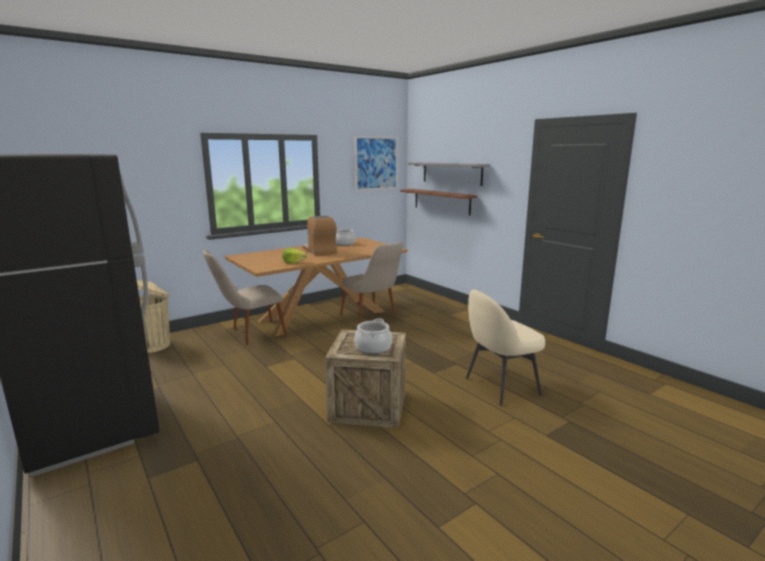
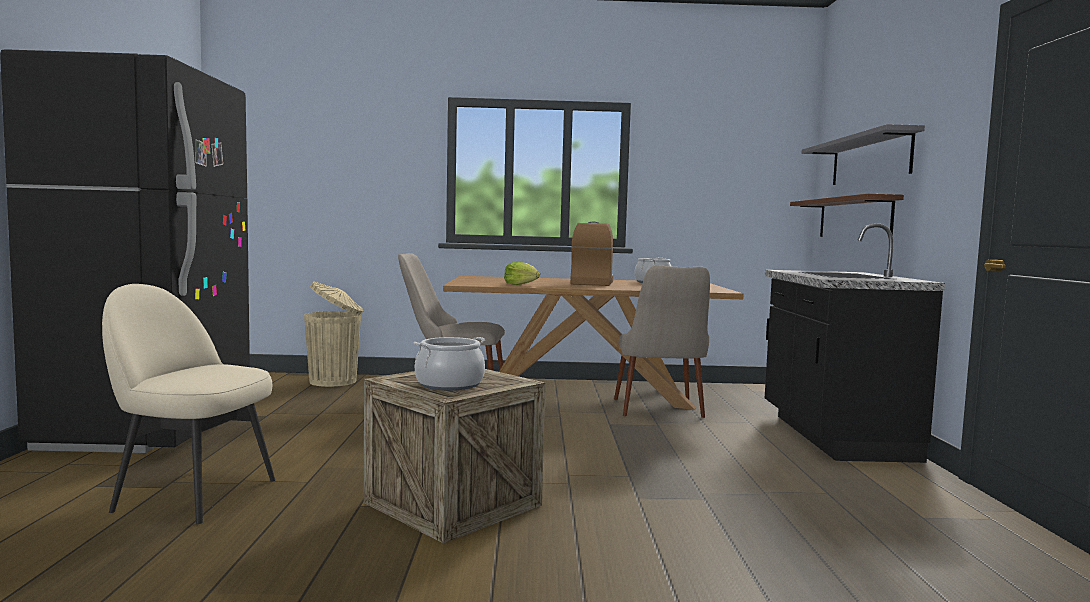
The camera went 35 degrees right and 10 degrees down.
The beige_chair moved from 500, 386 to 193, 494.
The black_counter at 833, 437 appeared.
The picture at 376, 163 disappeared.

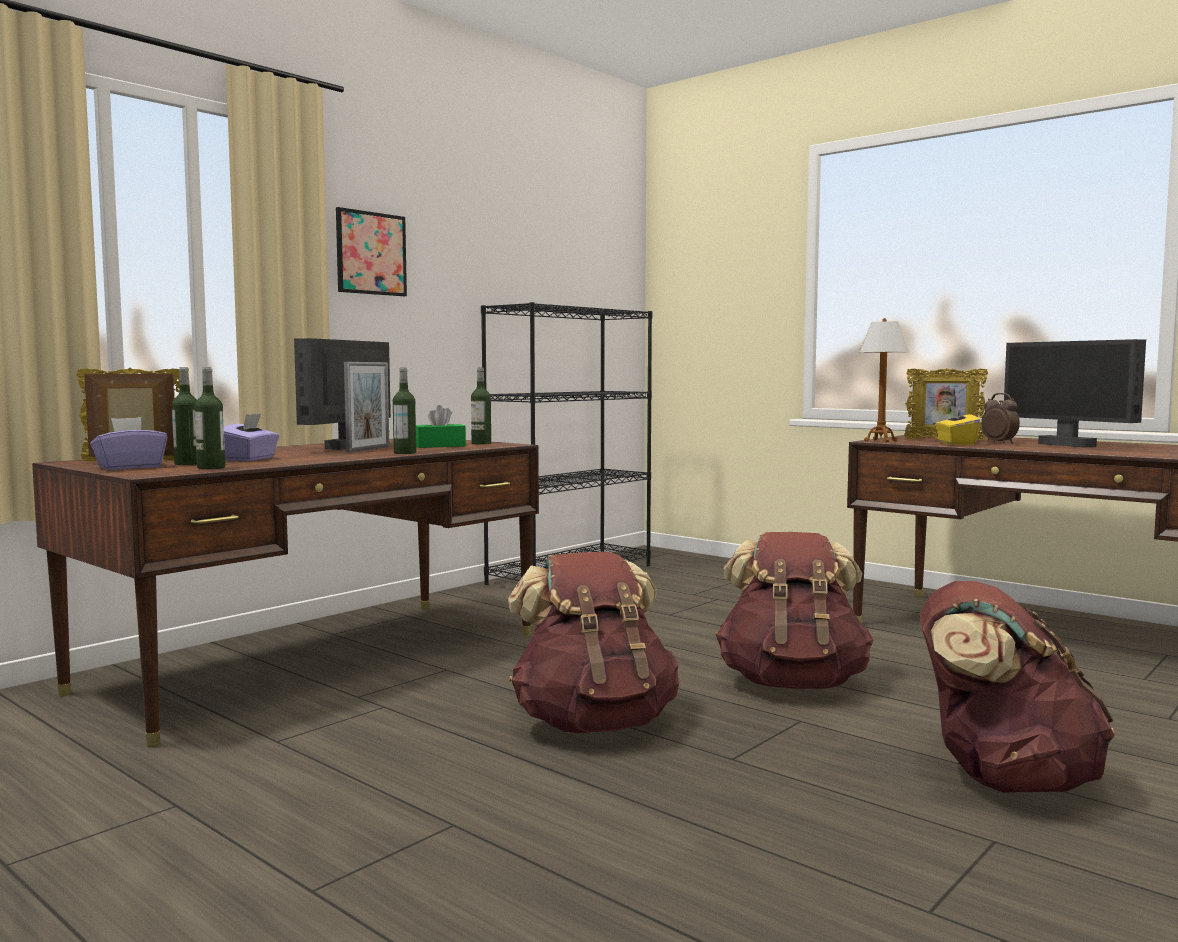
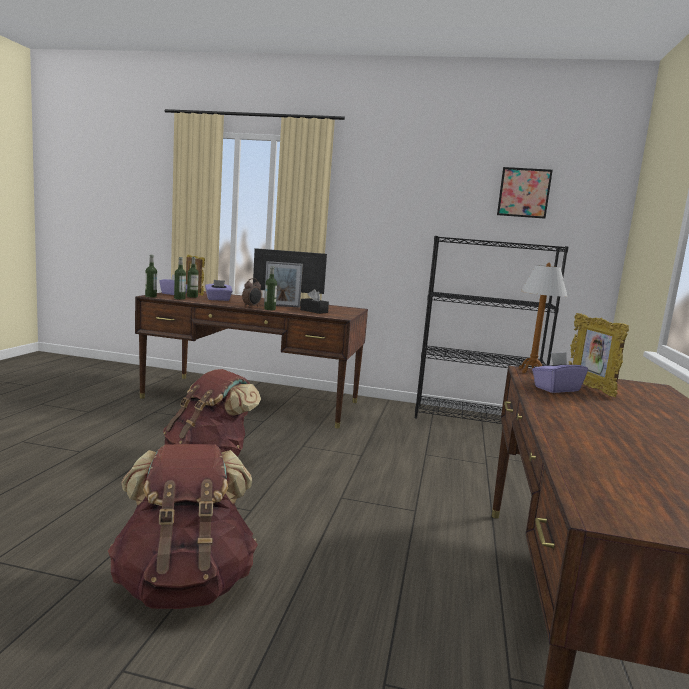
The camera went 60 degrees right and 5 degrees up.
The bottle moved from 481, 443 to 151, 296.
The alarm_clock moved from 999, 443 to 251, 306.
The green_tissue_box at 439, 446 became the black_tissue_box at 314, 311.
The picture moved from 371, 253 to 524, 192.
The yellow_tissue_box at 956, 443 became the purple_tissue_box at 556, 389.
The brown_backpack at 792, 684 disappeared.
The monitor at 1068, 445 disappeared.

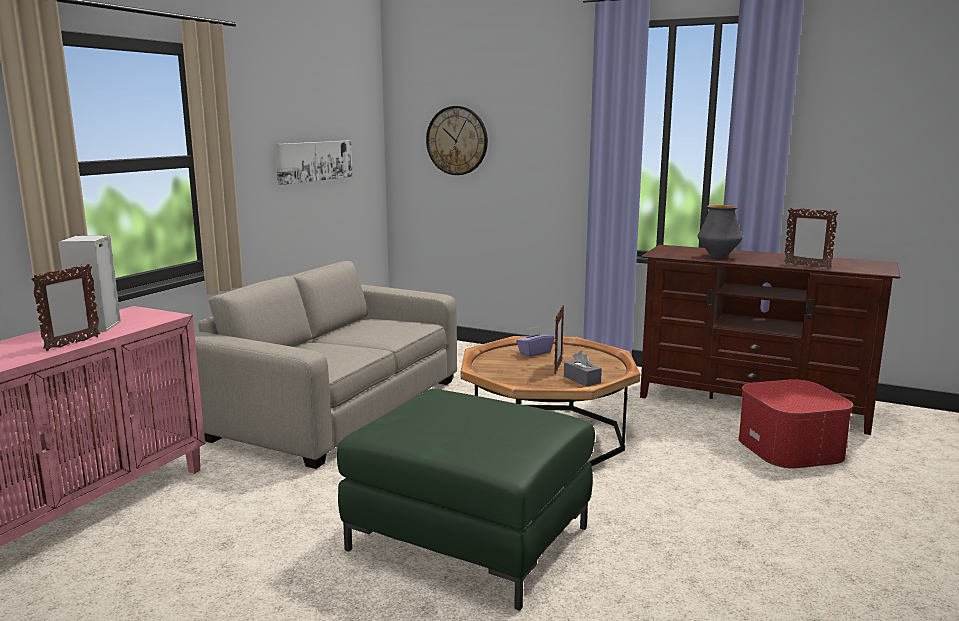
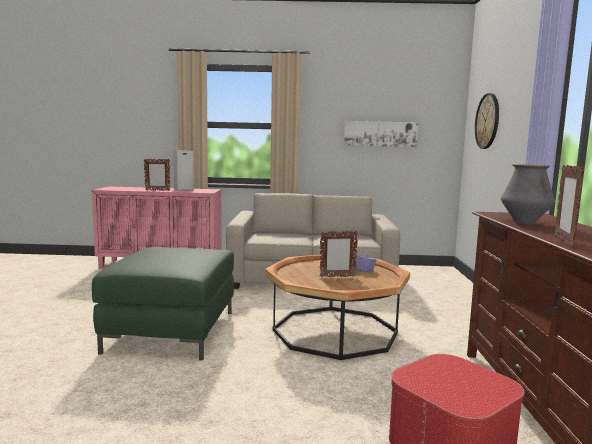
The camera went 65 degrees right and 5 degrees down.
The grey_tissue_box at 582, 379 disappeared.

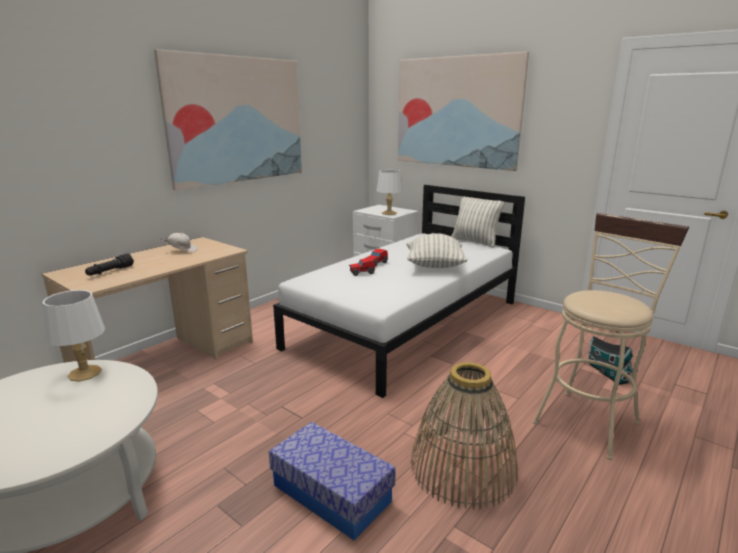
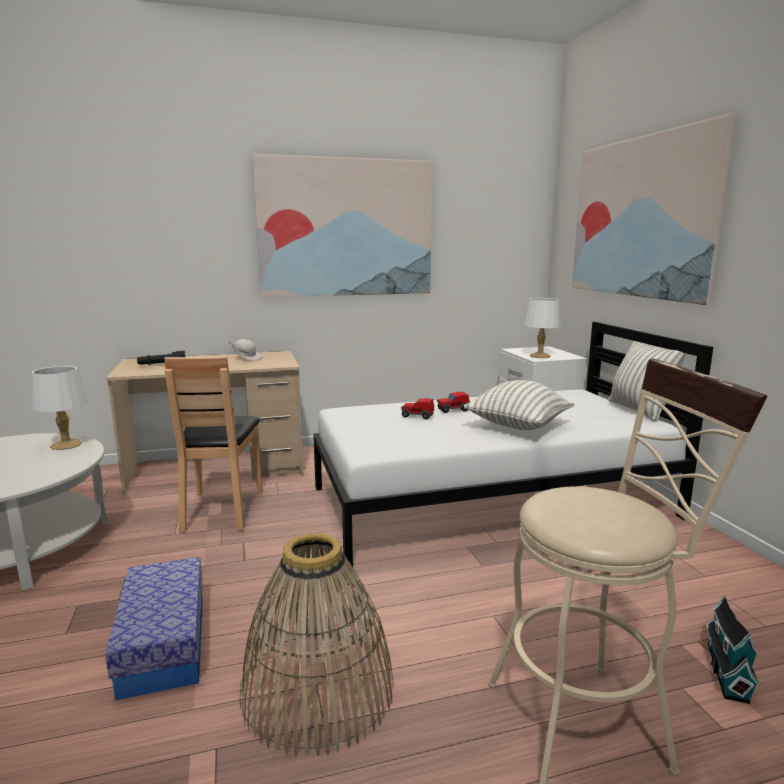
The camera went 35 degrees right and 5 degrees down.
The brown_chair at 222, 510 appeared.

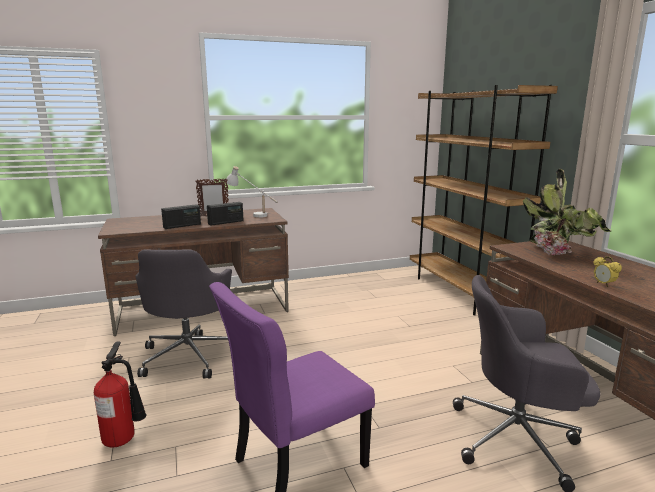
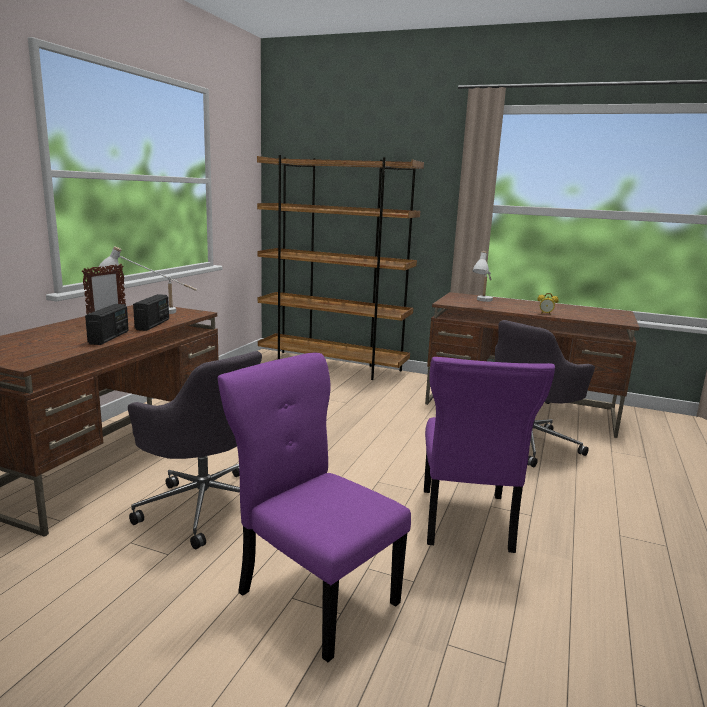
The camera went 50 degrees left and 0 degrees up.
The fire_extinguisher at 124, 439 was replaced by the purple_chair at 314, 594.
The potted_plant at 562, 254 was replaced by the white_table_lamp at 482, 302.

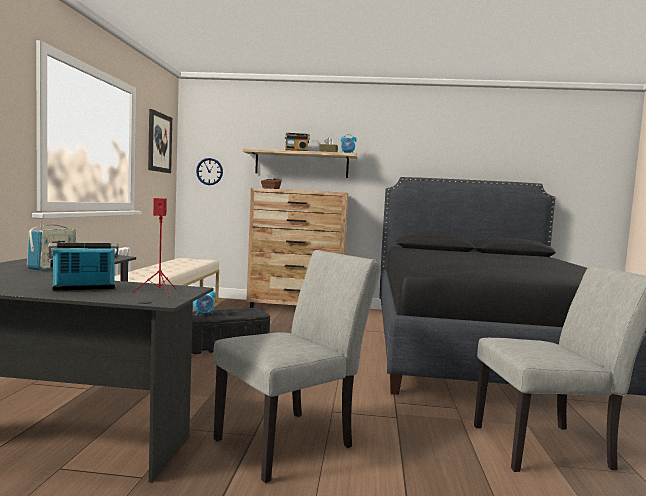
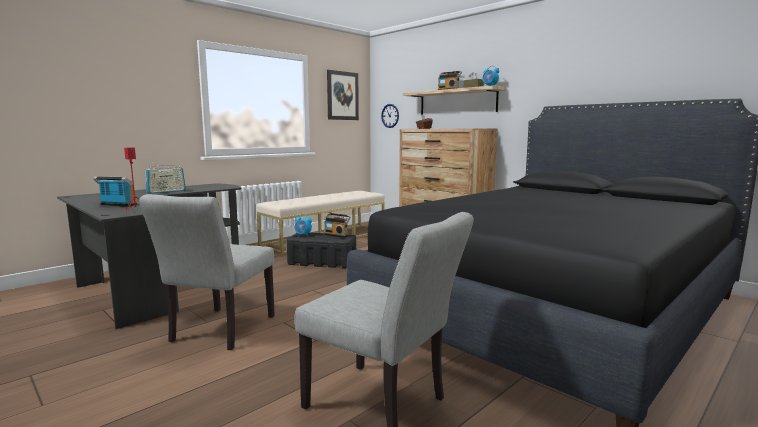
The camera went 40 degrees right and 5 degrees up.
The grey_chair at 292, 440 turned 105 degrees clockwise.
The radio at 337, 235 appeared.

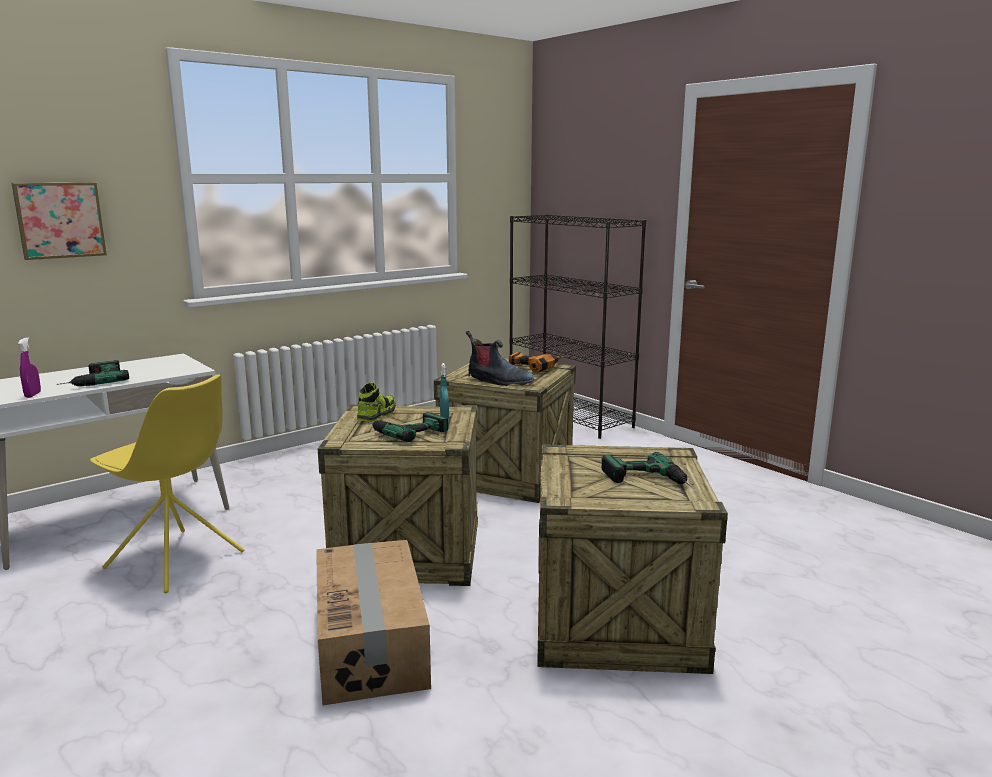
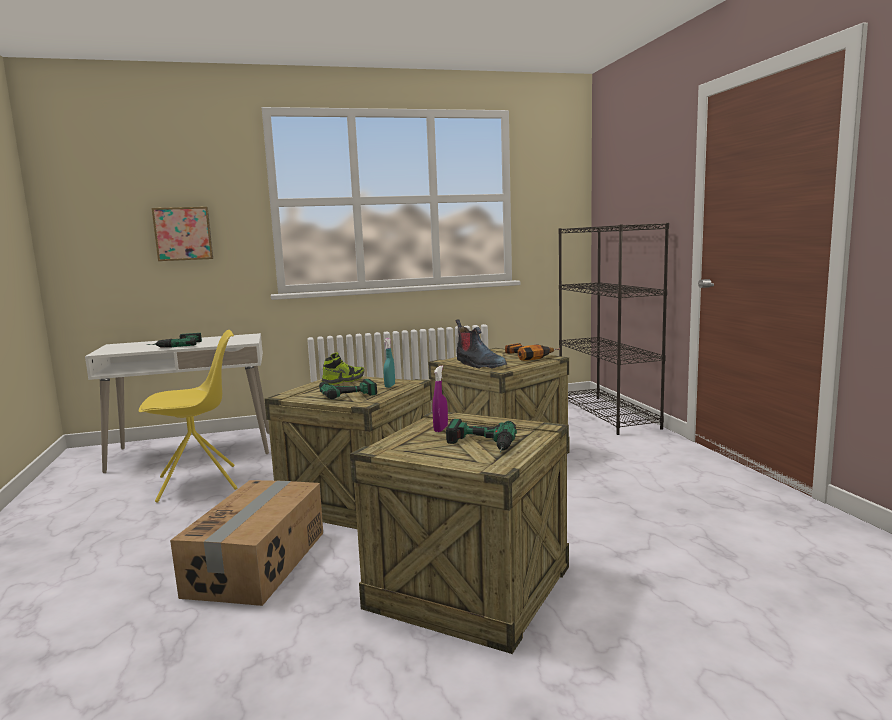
The camera went 25 degrees right and 5 degrees down.
The yellow_chair at 176, 561 turned 75 degrees counterclockwise.
The purple_spray_bottle moved from 33, 395 to 441, 429.

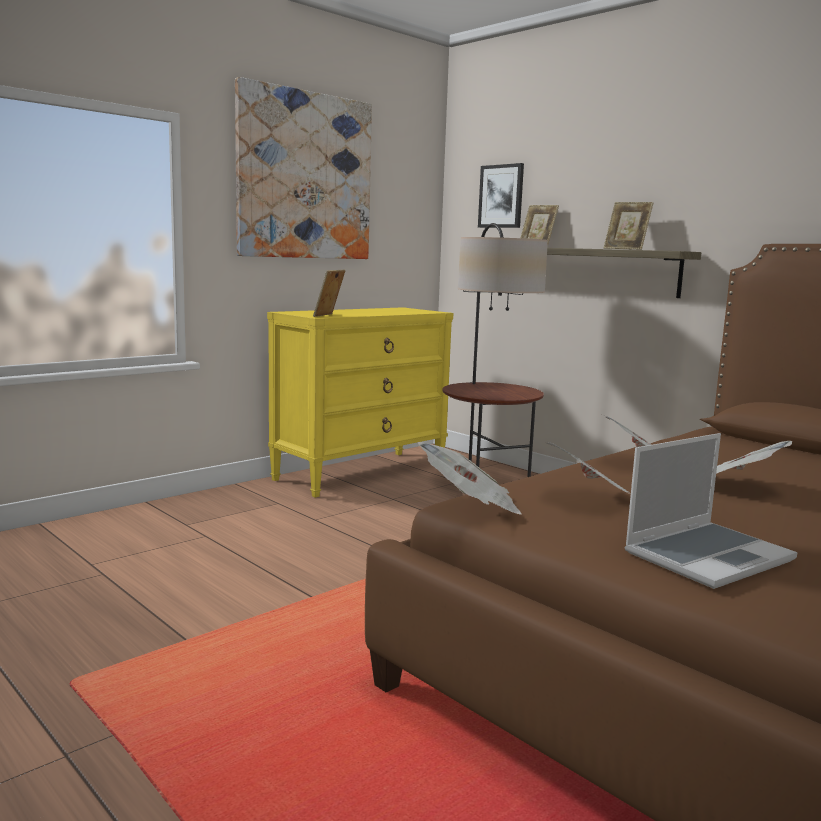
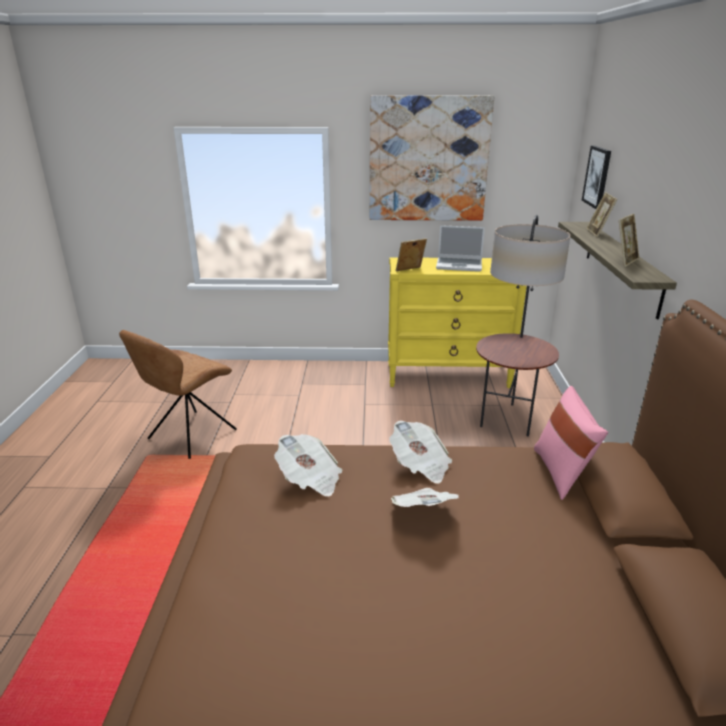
The camera went 45 degrees right and 15 degrees up.
The brown_chair at 190, 435 appeared.
The laptop moved from 708, 556 to 459, 265.
The pink_pillow at 562, 473 appeared.
The picture_frame at 626, 249 turned 135 degrees counterclockwise.
The newspaper at 470, 505 disappeared.

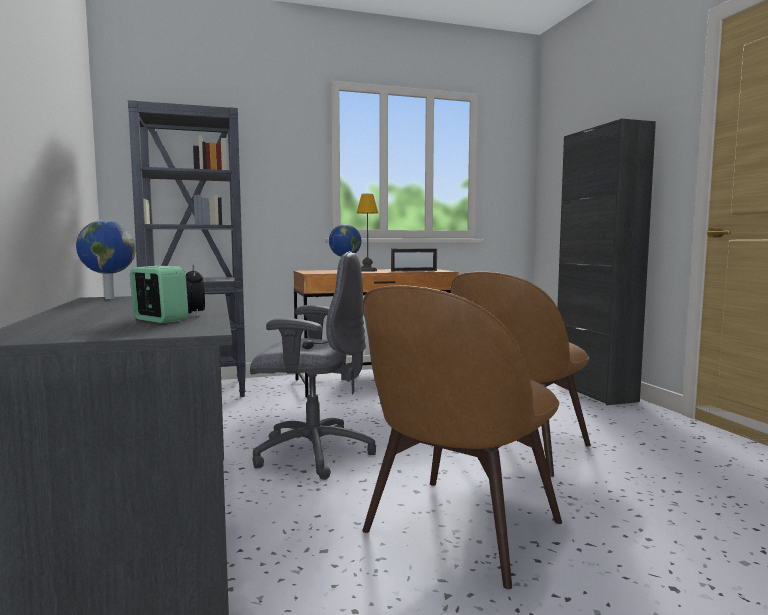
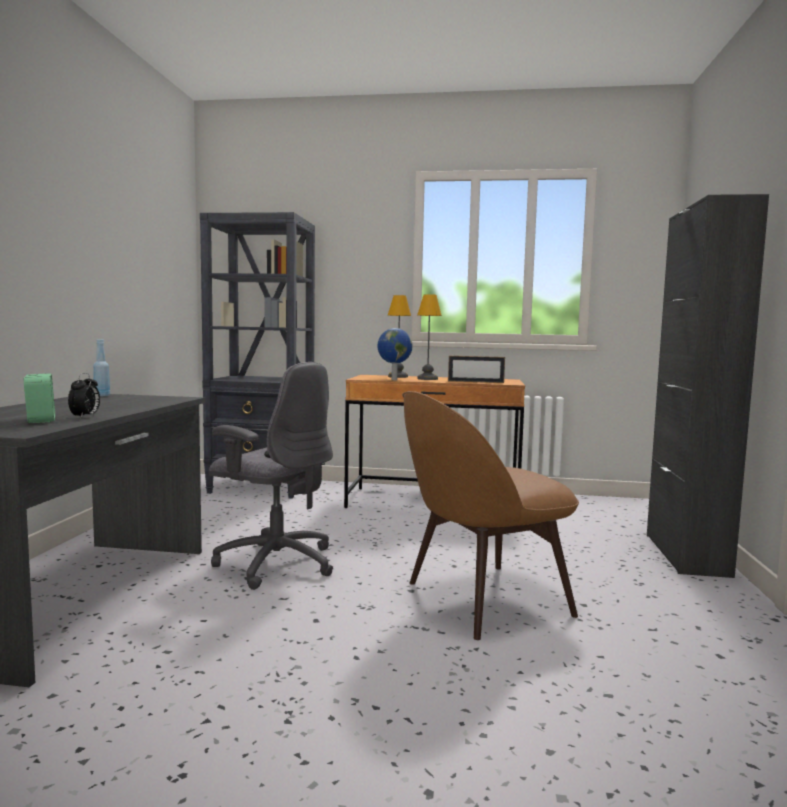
The camera went 25 degrees right and 0 degrees up.
The globe at 108, 298 was replaced by the blue_bottle at 102, 395.
The table_lamp at 397, 377 appeared.
The brown_chair at 458, 530 disappeared.

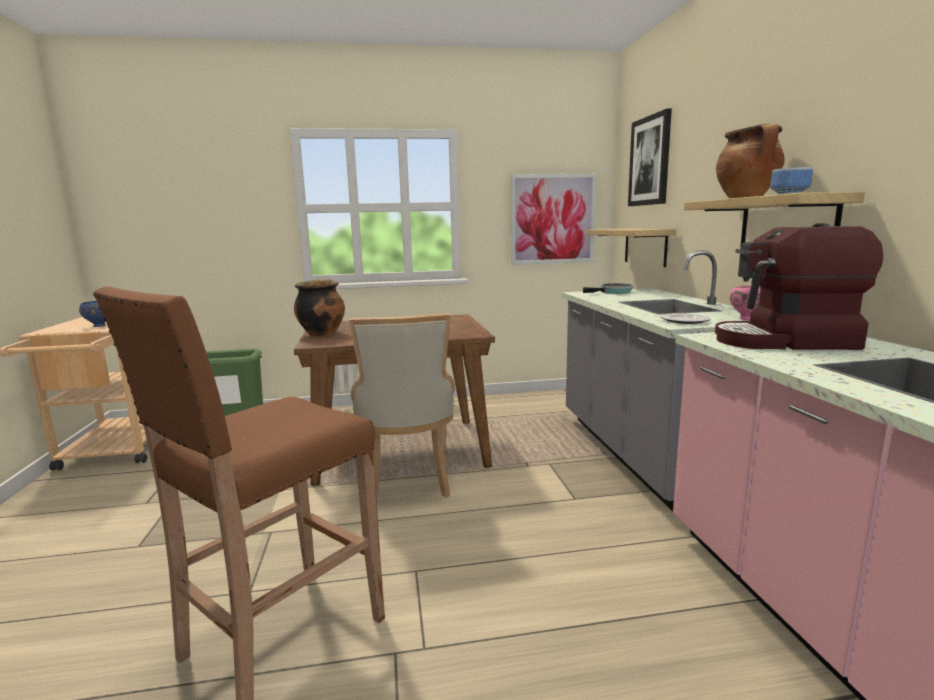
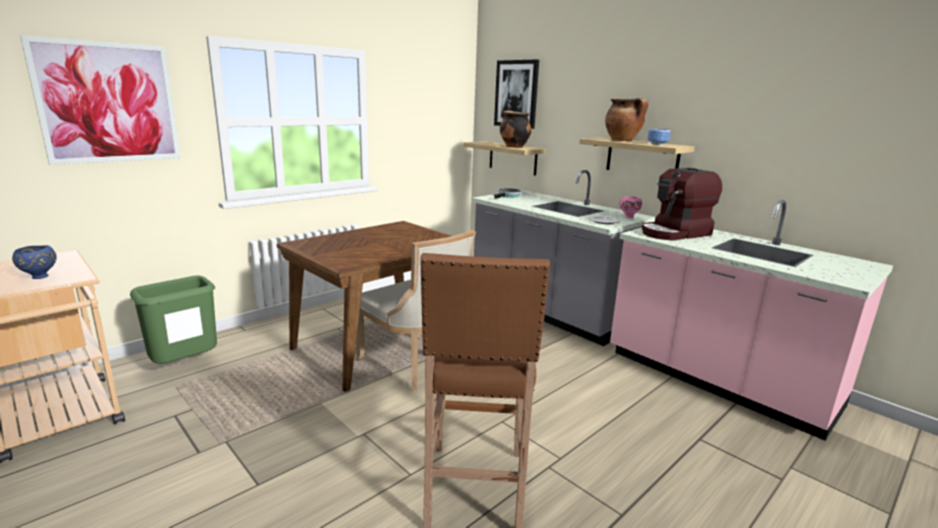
The camera went 35 degrees left and 5 degrees up.
The picture moved from 553, 219 to 108, 103.
The cooking_pot moved from 322, 334 to 513, 147.

